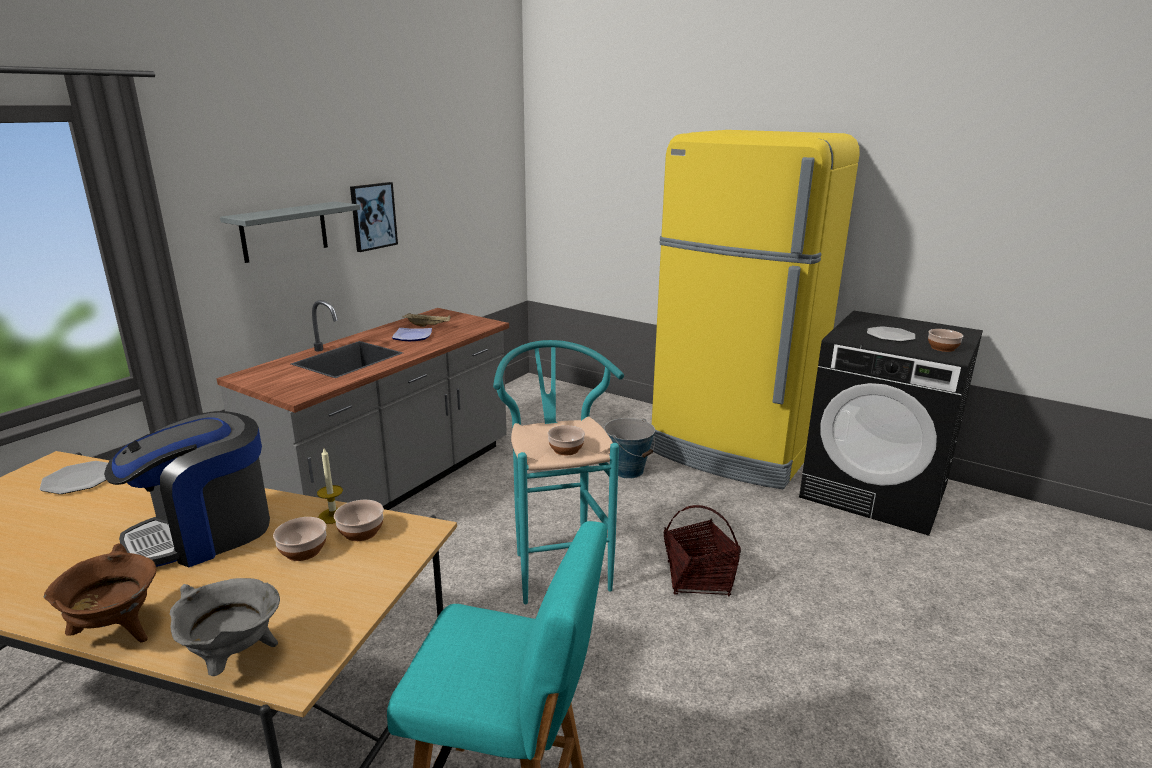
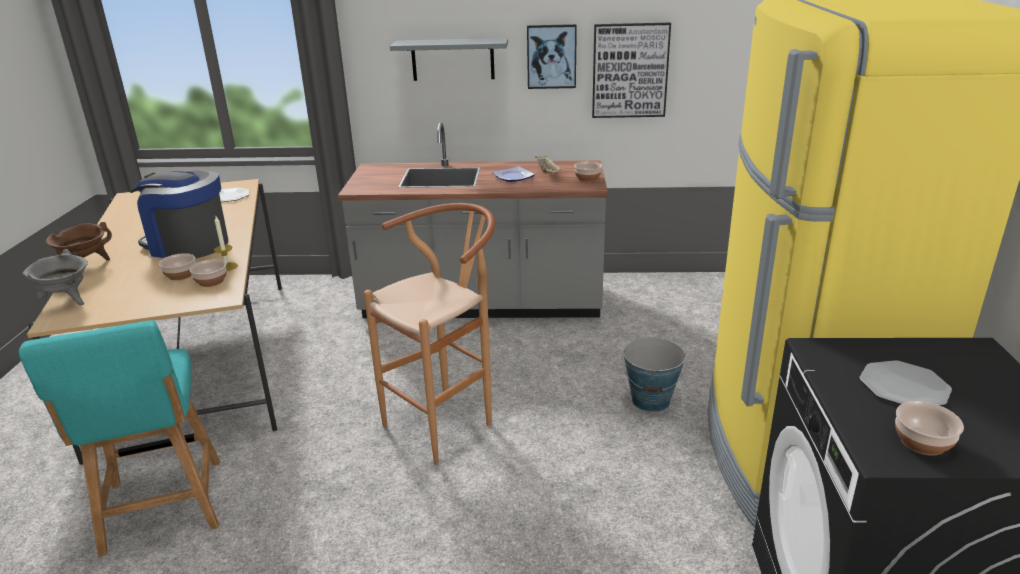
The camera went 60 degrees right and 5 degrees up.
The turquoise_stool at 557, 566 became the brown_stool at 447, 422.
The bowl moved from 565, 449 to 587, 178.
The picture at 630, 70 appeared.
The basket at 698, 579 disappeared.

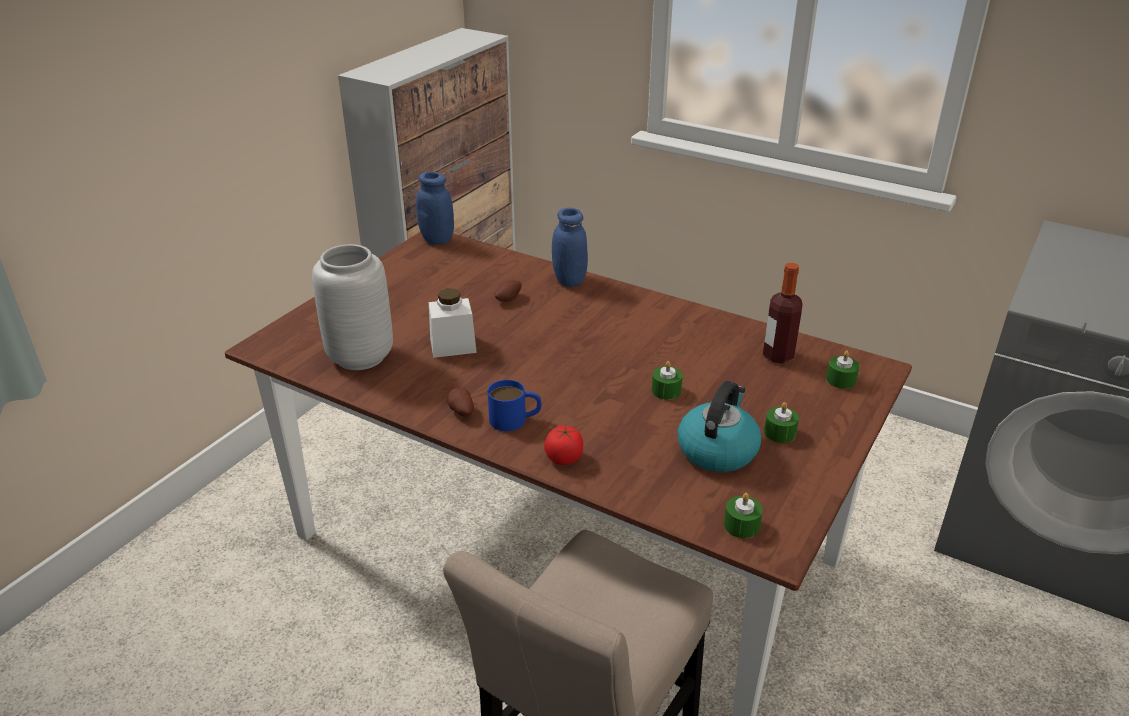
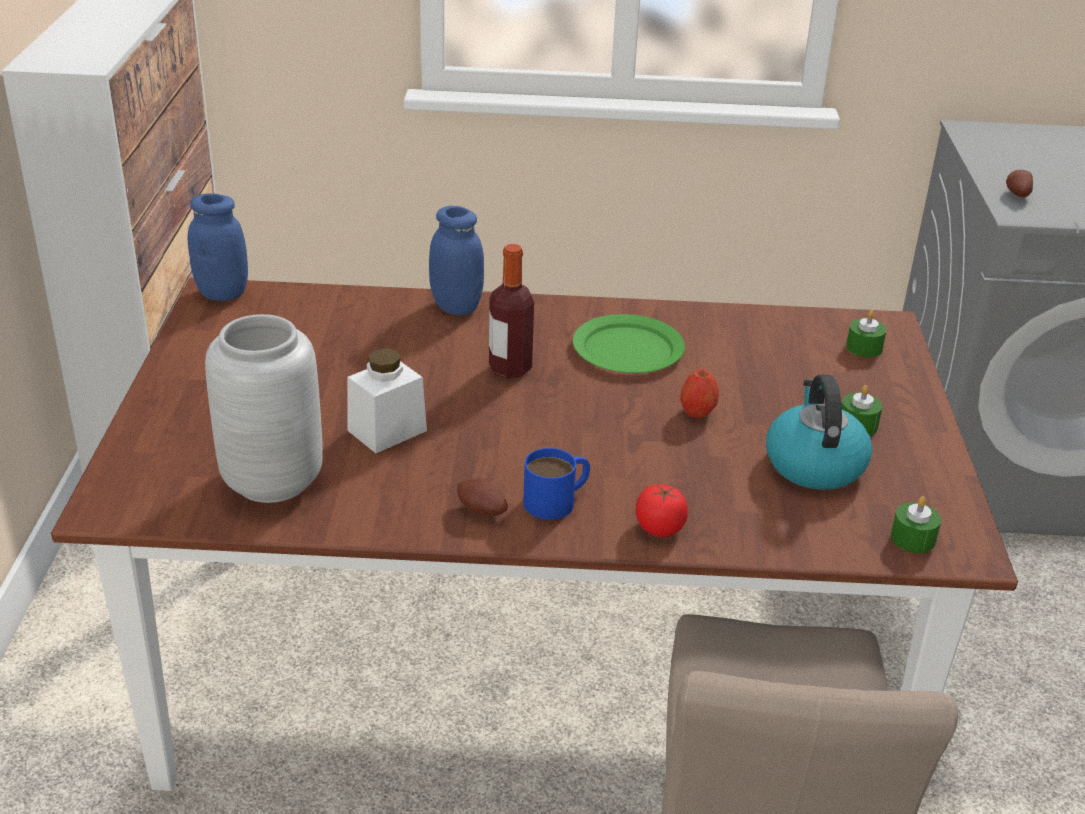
The camera went 30 degrees left and 0 degrees up.
The bottle moved from 778, 355 to 510, 368.
The green_plate at 628, 350 appeared.
The green_candle at 666, 390 was replaced by the apple at 697, 412.
The potato moved from 507, 298 to 1016, 194.

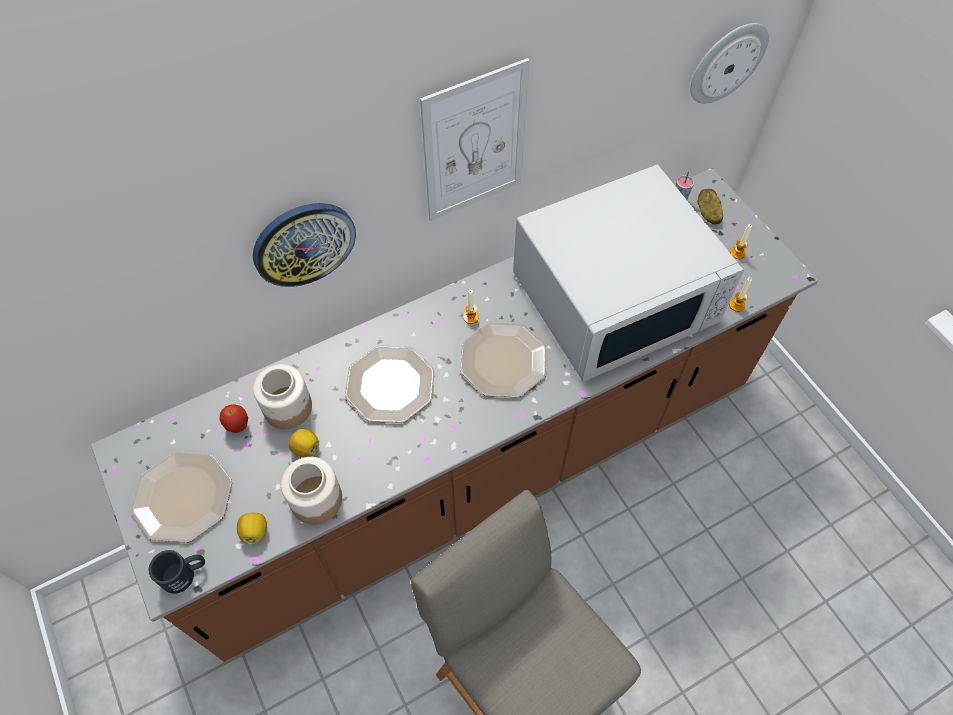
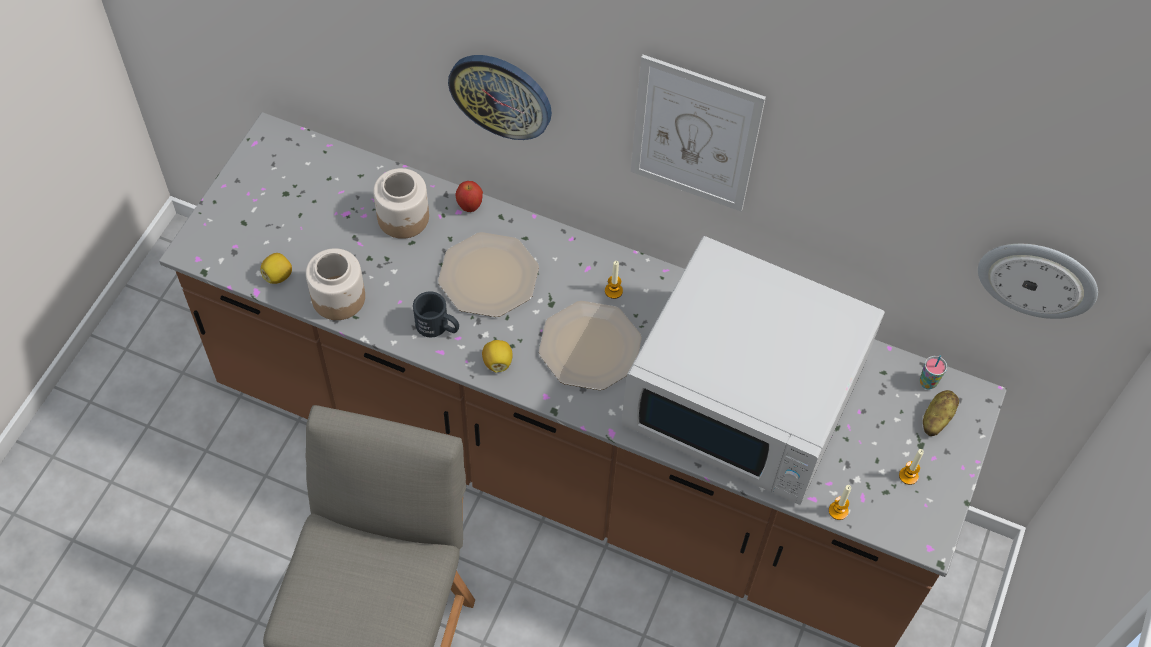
The camera went 50 degrees right and 0 degrees up.
The black_mug moved from 185, 573 to 438, 326.
The apple moved from 238, 426 to 469, 206.
The lemon moved from 306, 448 to 497, 362.
The plate at 182, 497 disappeared.

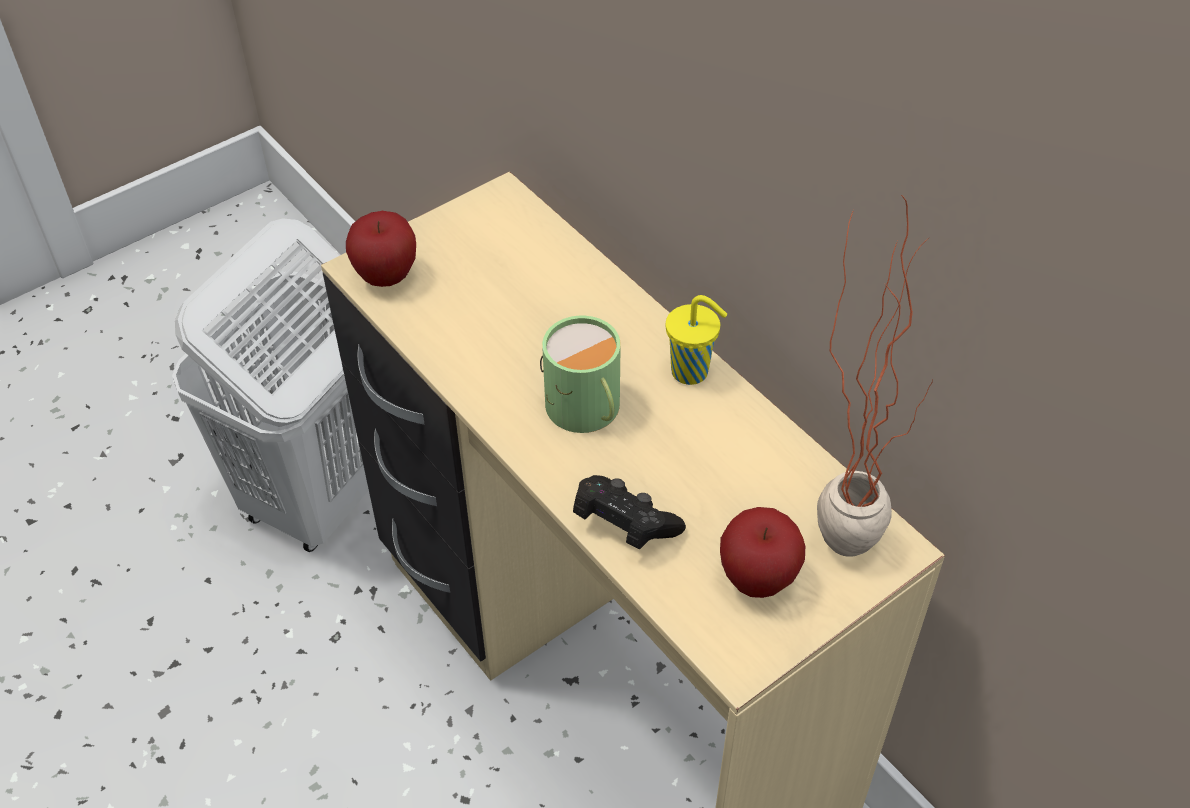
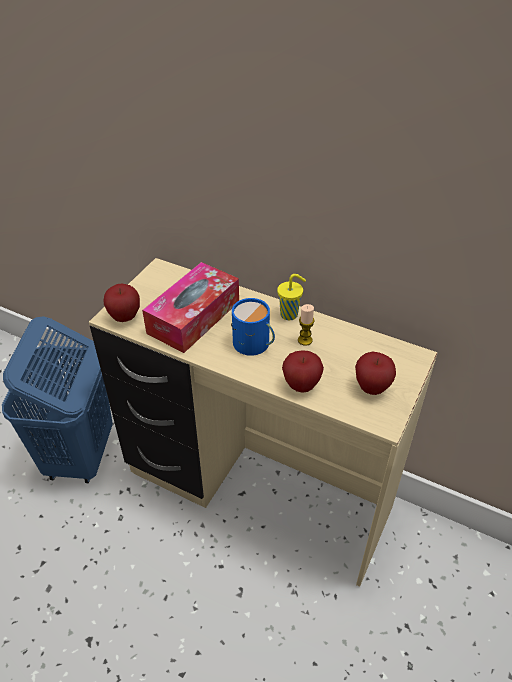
The camera went 25 degrees left and 5 degrees down.
The white_laundry_basket at 319, 495 became the blue_laundry_basket at 79, 456.
The tissue_box at 194, 317 appeared.
The green_mug at 586, 410 became the blue_mug at 254, 344.
The black_game_controller at 623, 525 was replaced by the apple at 301, 385.
The candle at 305, 340 appeared.
The potted_plant at 842, 525 disappeared.

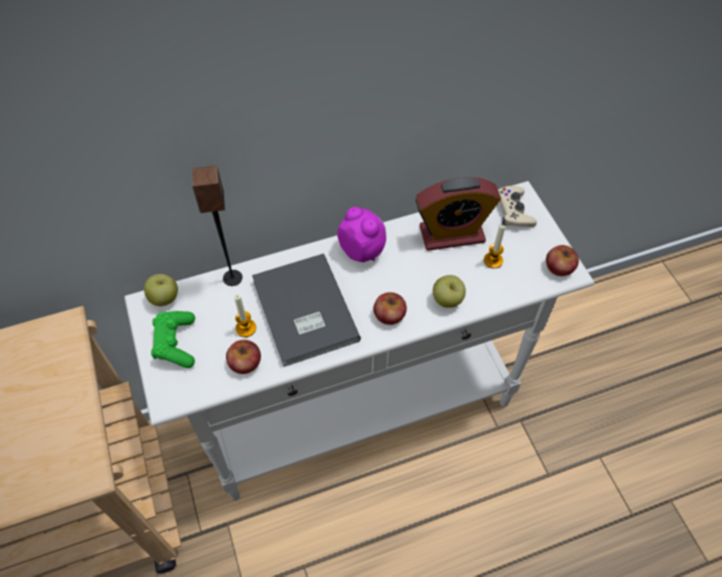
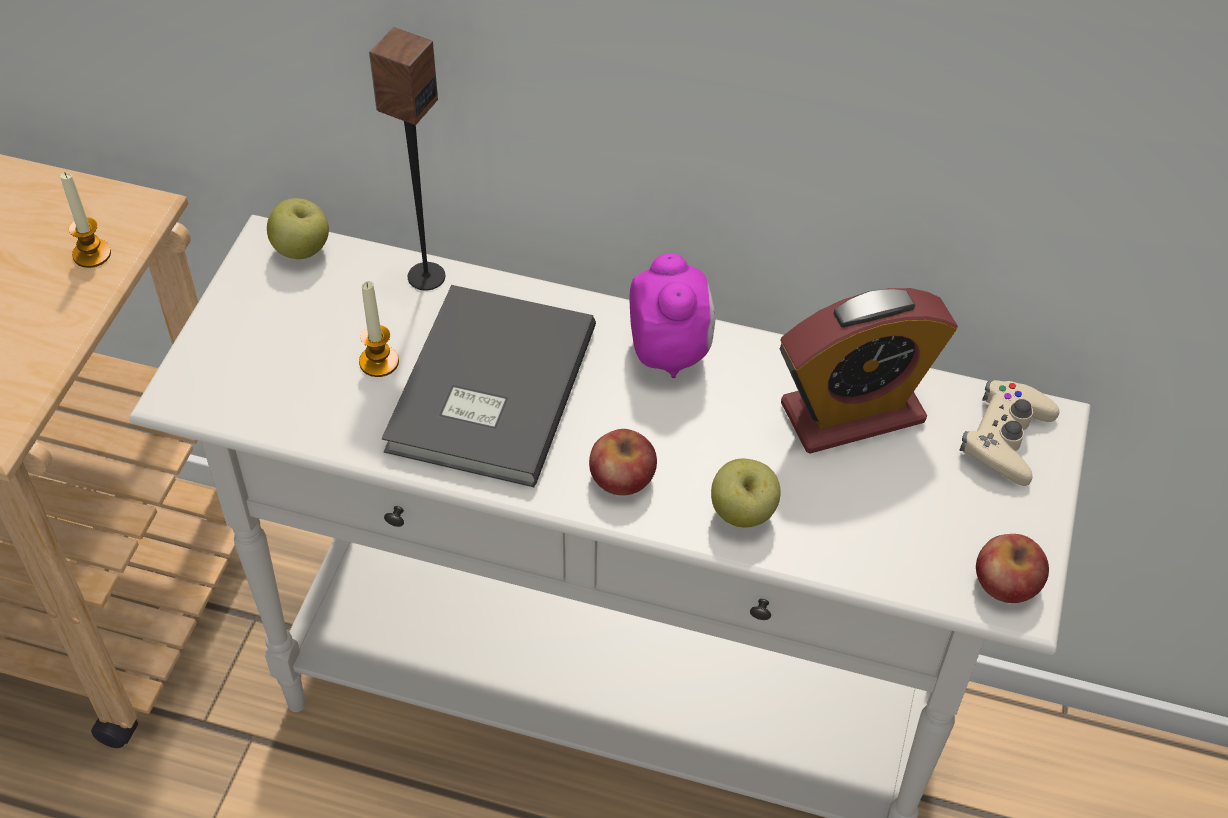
The camera went 35 degrees right and 5 degrees down.
The candle moved from 493, 260 to 92, 254.
The alarm_clock at 452, 234 turned 45 degrees counterclockwise.
The green_game_controller at 176, 344 disappeared.
The apple at 245, 362 disappeared.

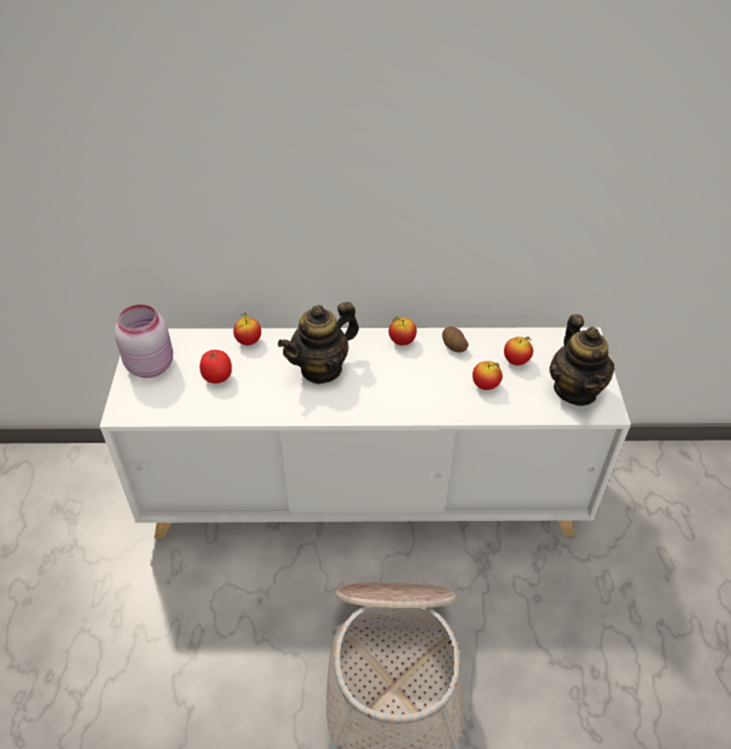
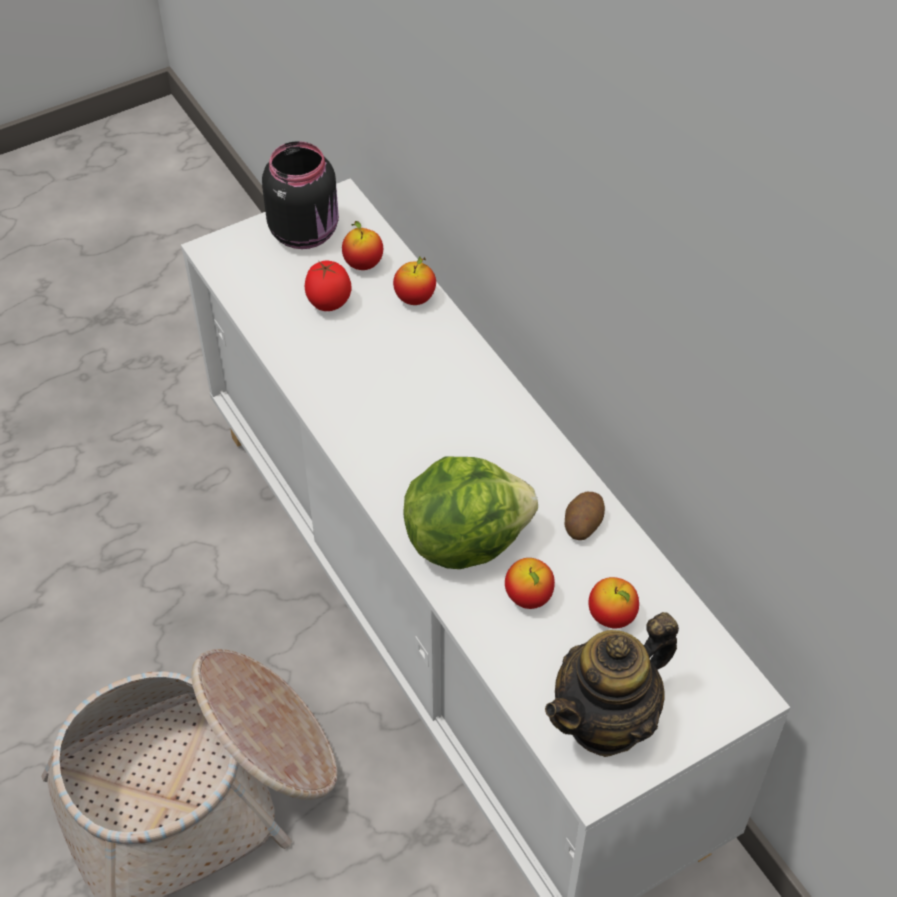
The camera went 60 degrees right and 5 degrees up.
The pink_jar at 150, 364 became the black_jar at 306, 231.
The apple moved from 402, 341 to 363, 264.
The lettuce at 464, 539 appeared.
The teapot at 321, 368 disappeared.

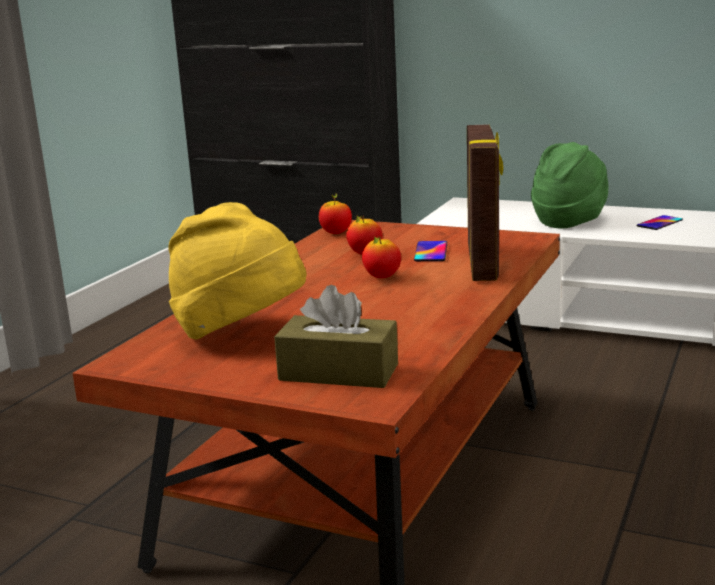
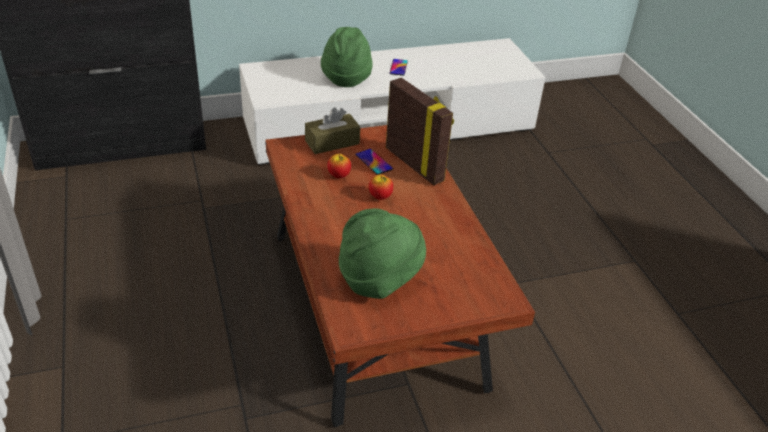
The camera went 45 degrees left and 20 degrees up.
The brown_tissue_box moved from 338, 372 to 332, 142.
The yellow_hat at 241, 335 became the green_hat at 379, 279.
The apple at 336, 233 disappeared.

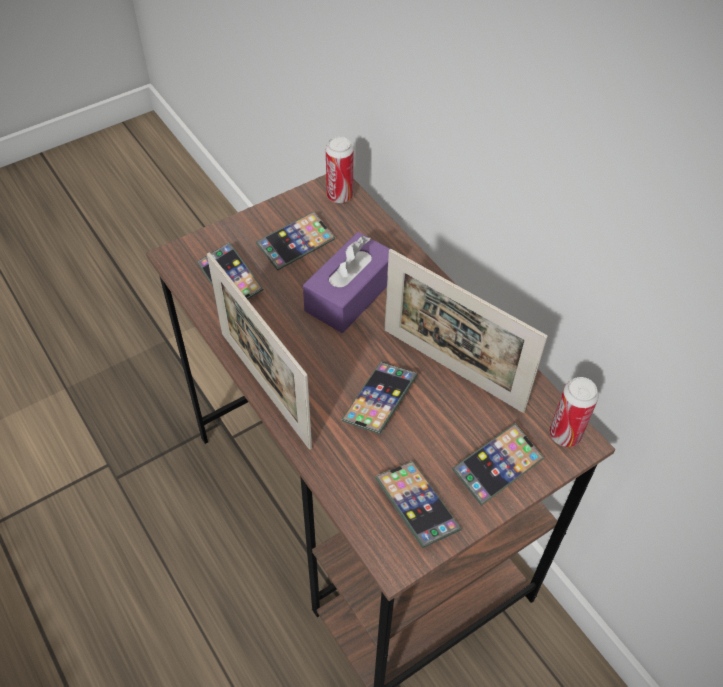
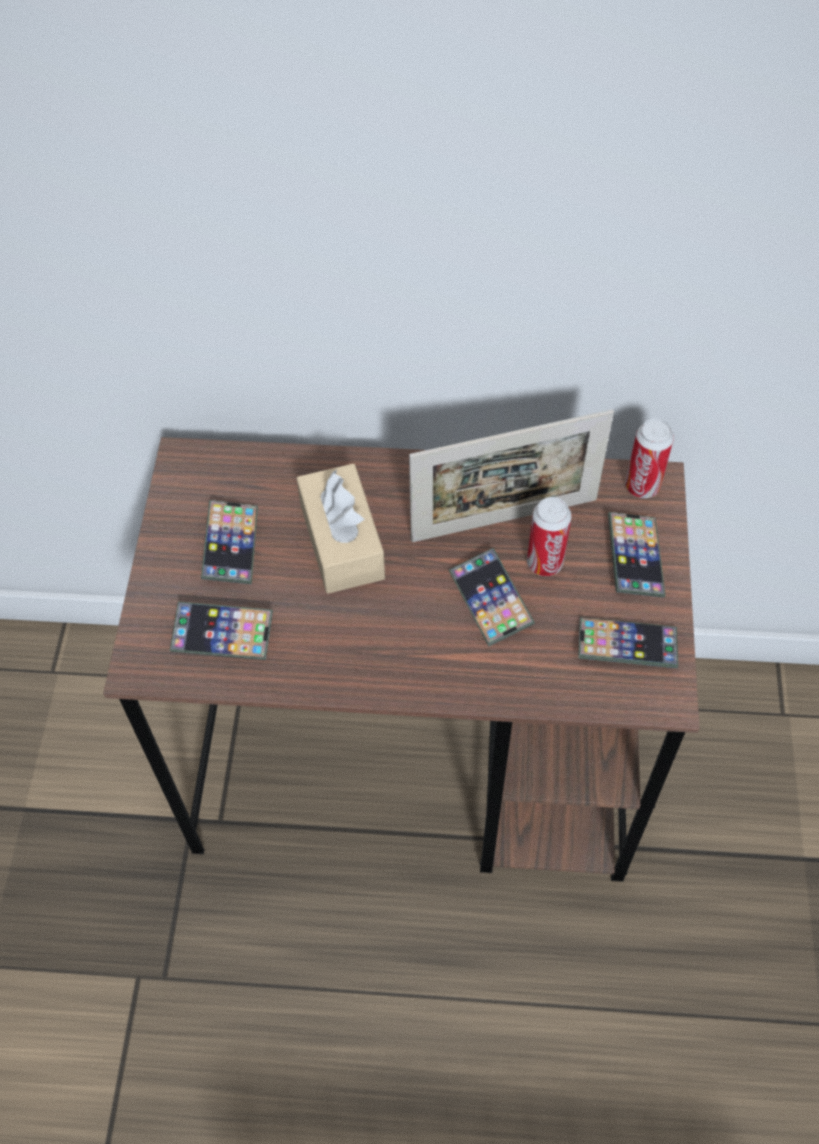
The camera went 50 degrees left and 5 degrees up.
The purple_tissue_box at 350, 294 became the beige_tissue_box at 342, 541.
The can moved from 339, 196 to 544, 563.
The picture_frame at 264, 388 disappeared.

